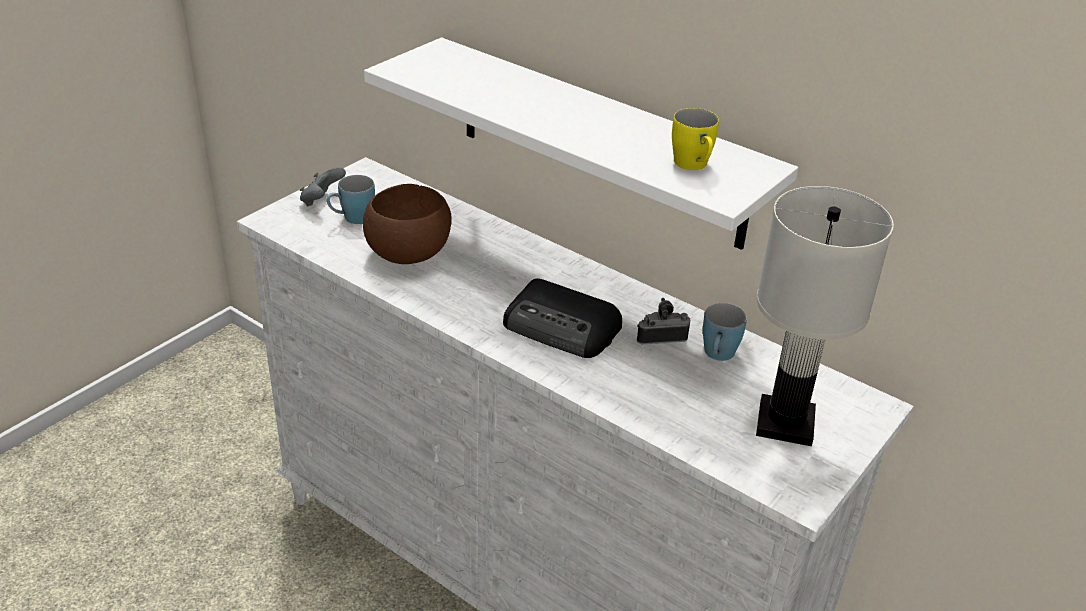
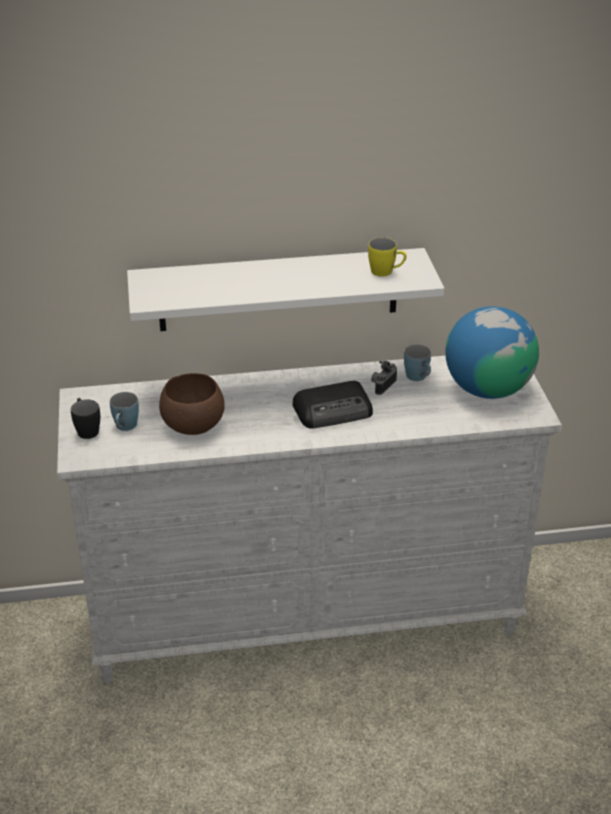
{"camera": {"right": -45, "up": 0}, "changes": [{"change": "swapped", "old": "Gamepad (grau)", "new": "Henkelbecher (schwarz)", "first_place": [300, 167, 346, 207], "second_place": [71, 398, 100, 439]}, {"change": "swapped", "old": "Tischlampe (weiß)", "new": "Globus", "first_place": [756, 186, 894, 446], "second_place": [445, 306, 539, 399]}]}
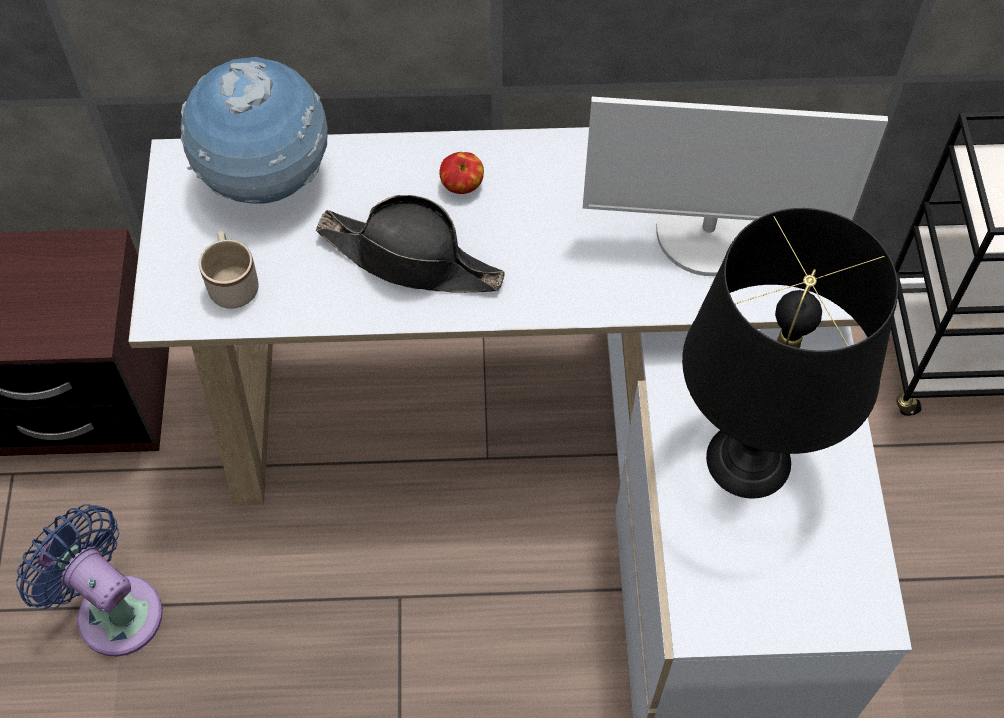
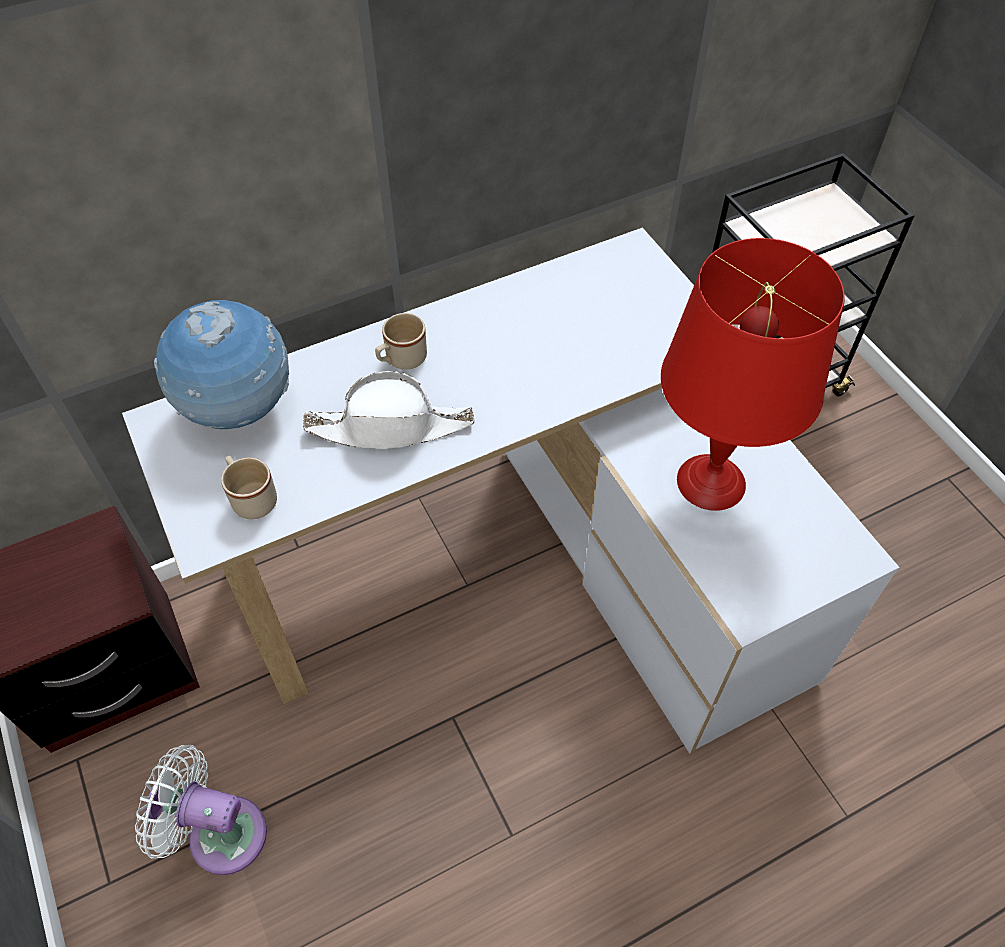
{"camera": {"right": -25, "up": -5}, "changes": [{"change": "repainted", "old": "Ventilator (blau)", "new": "Ventilator (weiß)", "first_place": [16, 504, 163, 657], "second_place": [135, 745, 267, 875]}, {"change": "repainted", "old": "Hut (schwarz)", "new": "Hut (weiß)", "first_place": [316, 195, 505, 293], "second_place": [303, 371, 474, 449]}, {"change": "swapped", "old": "Apfel", "new": "Henkelbecher (beige)", "first_place": [440, 152, 484, 194], "second_place": [375, 313, 427, 370]}, {"change": "gone", "old": "Monitor", "first_place": [583, 97, 888, 276]}, {"change": "repainted", "old": "Tischlampe (schwarz)", "new": "Tischlampe (rot)", "first_place": [682, 208, 898, 498], "second_place": [661, 238, 845, 511]}]}
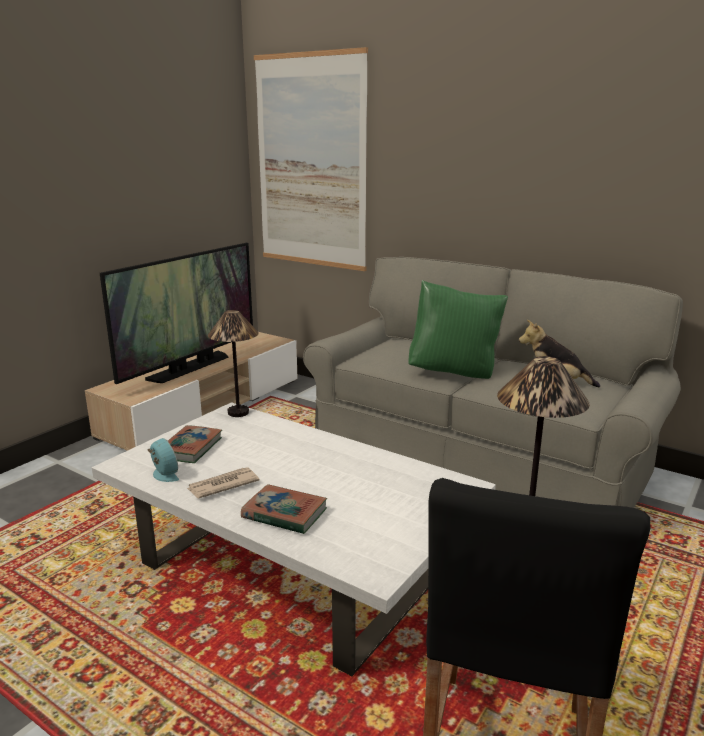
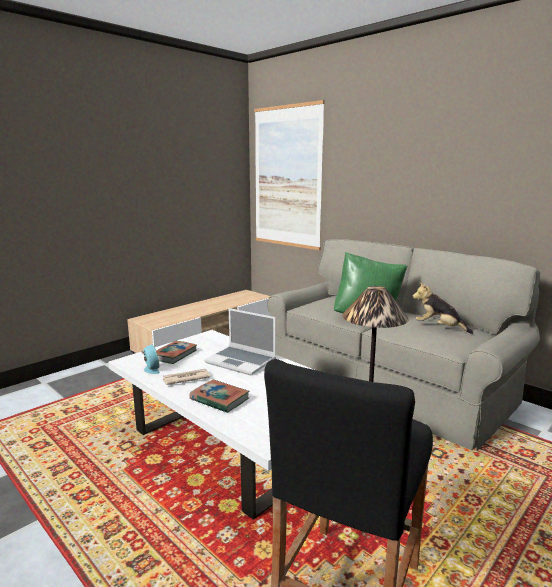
{"camera": {"right": 10, "up": -5}, "changes": [{"change": "gone", "old": "Fernseher", "first_place": [100, 243, 253, 384]}, {"change": "gone", "old": "Tischlampe", "first_place": [208, 310, 259, 417]}, {"change": "new", "new": "Laptop", "second_place": [204, 308, 276, 375]}]}
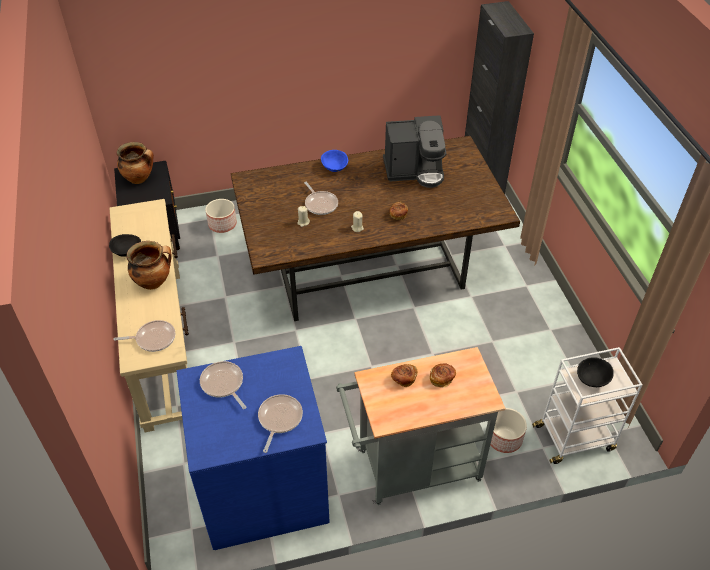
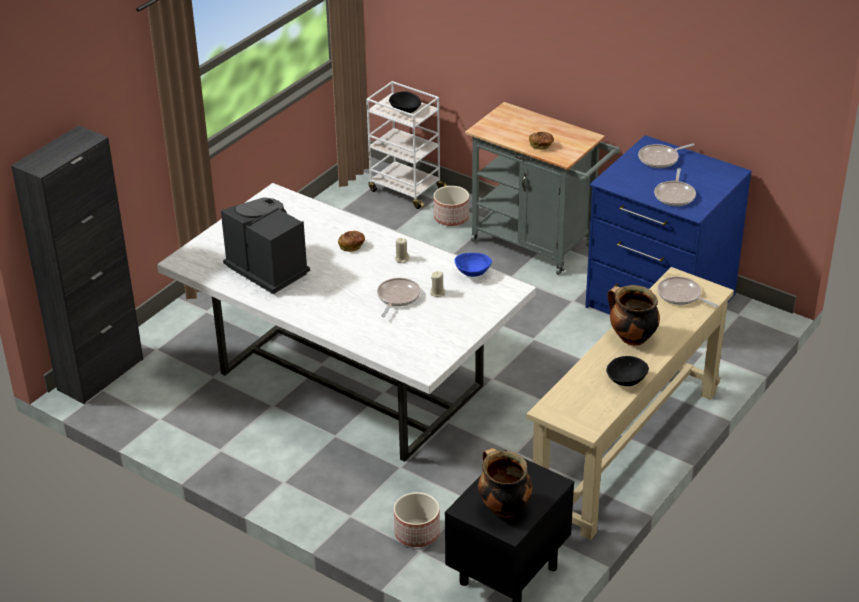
{"camera": {"right": -130, "up": -10}, "changes": [{"change": "repainted", "old": "Esstisch (braun)", "new": "Esstisch (weiß)", "first_place": [231, 136, 520, 321], "second_place": [157, 183, 536, 462]}, {"change": "shifted", "old": "Schüssel (blau)", "first_place": [321, 150, 348, 172], "second_place": [454, 253, 492, 277]}, {"change": "gone", "old": "Brot", "first_place": [430, 363, 456, 388]}]}
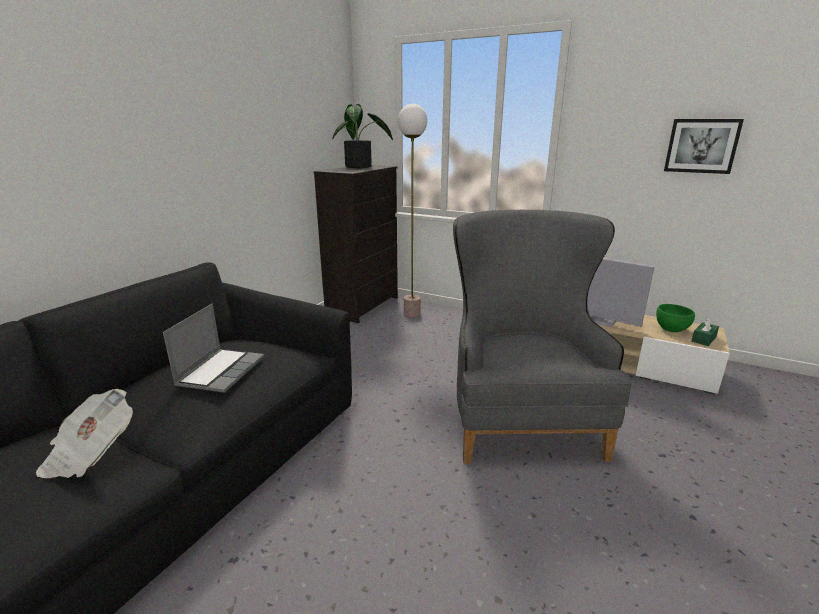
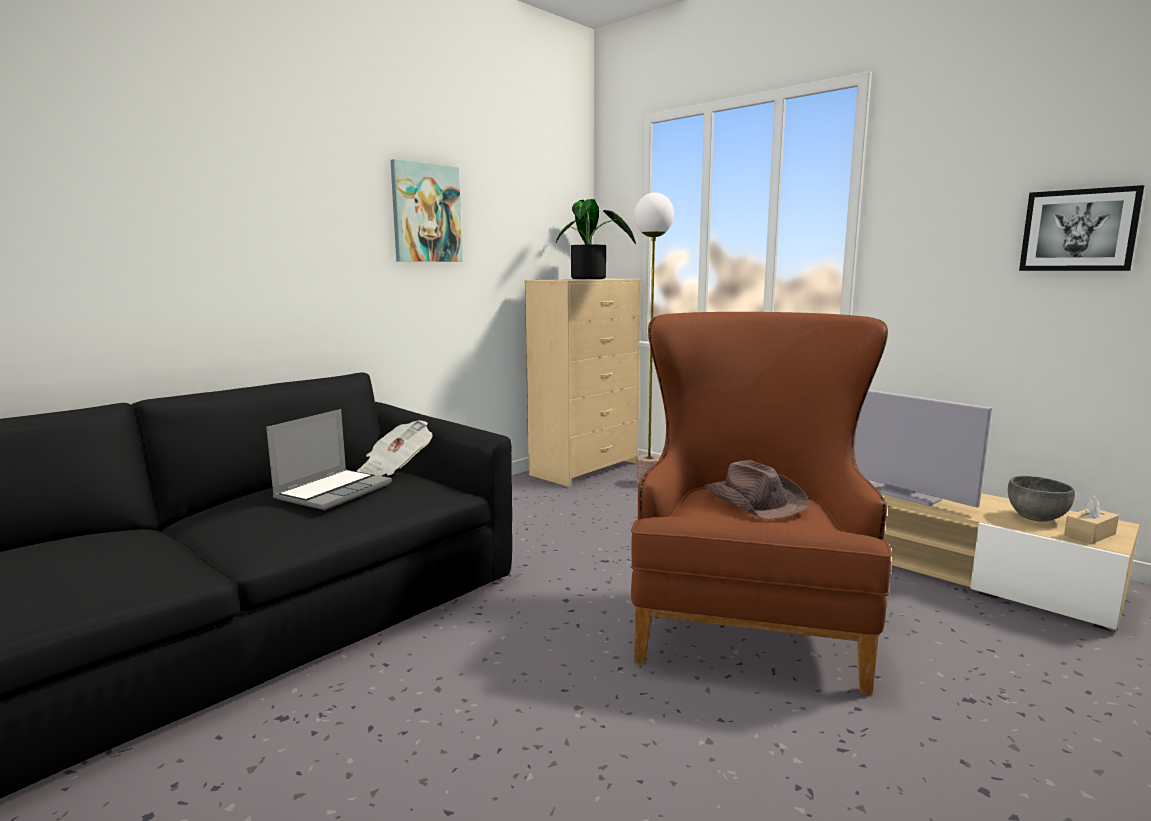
{"camera": {"right": 15, "up": -10}, "changes": [{"change": "shifted", "old": "Zeitung", "first_place": [36, 389, 133, 478], "second_place": [357, 420, 433, 476]}, {"change": "repainted", "old": "Kommode (schwarz)", "new": "Kommode (beige)", "first_place": [314, 165, 398, 323], "second_place": [524, 279, 642, 487]}, {"change": "repainted", "old": "Sessel (grau)", "new": "Sessel (braun)", "first_place": [453, 210, 632, 464], "second_place": [631, 312, 892, 695]}, {"change": "repainted", "old": "Schüssel (grün)", "new": "Schüssel (grau)", "first_place": [656, 304, 695, 332], "second_place": [1008, 476, 1075, 521]}, {"change": "repainted", "old": "Taschentuchbox (grün)", "new": "Taschentuchbox (beige)", "first_place": [692, 317, 719, 346], "second_place": [1064, 496, 1119, 544]}, {"change": "new", "new": "Bild", "second_place": [390, 159, 463, 262]}, {"change": "new", "new": "Hut (braun)", "second_place": [704, 460, 809, 520]}]}
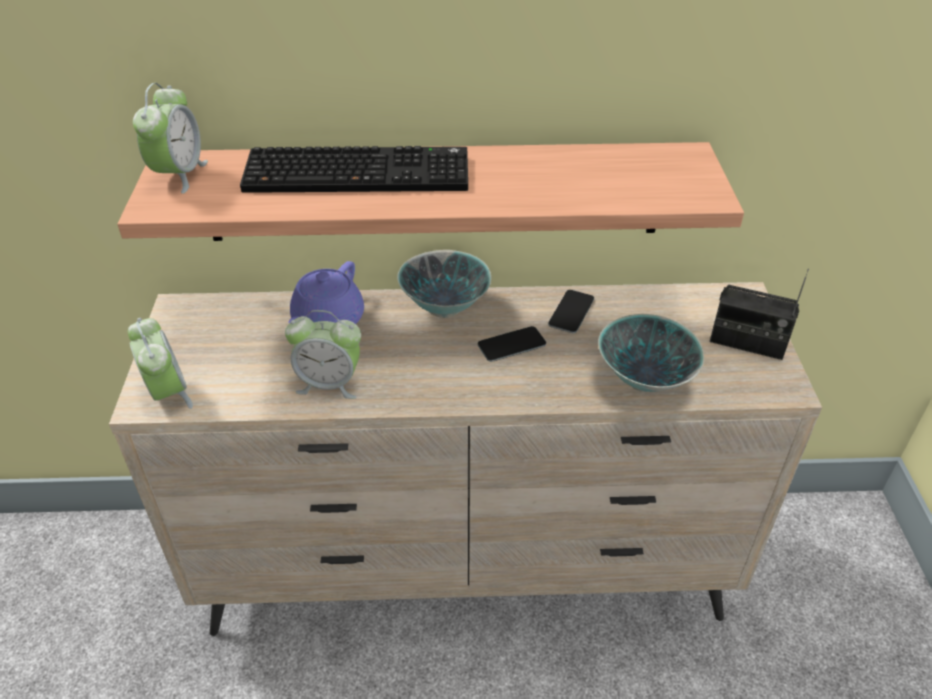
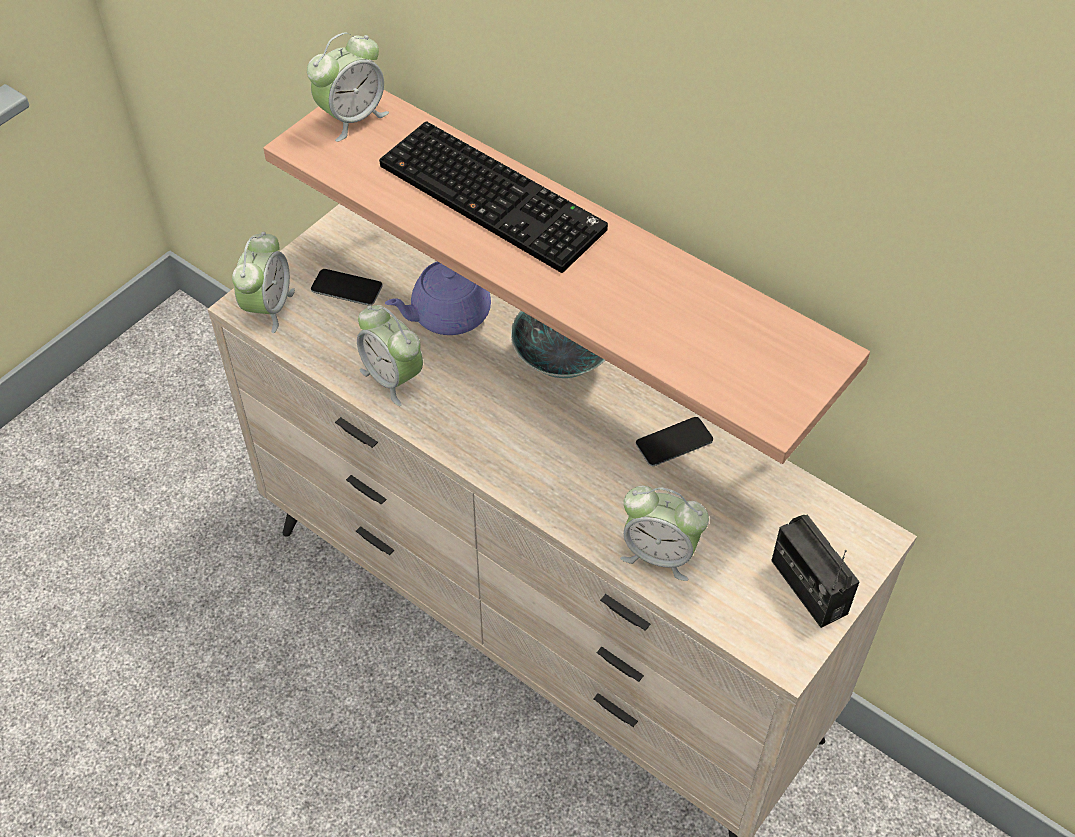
{"camera": {"right": 40, "up": 10}, "changes": [{"change": "shifted", "old": "Handy", "first_place": [478, 326, 546, 362], "second_place": [311, 269, 383, 306]}, {"change": "swapped", "old": "Schüssel", "new": "Wecker", "first_place": [598, 314, 704, 392], "second_place": [620, 486, 709, 581]}]}
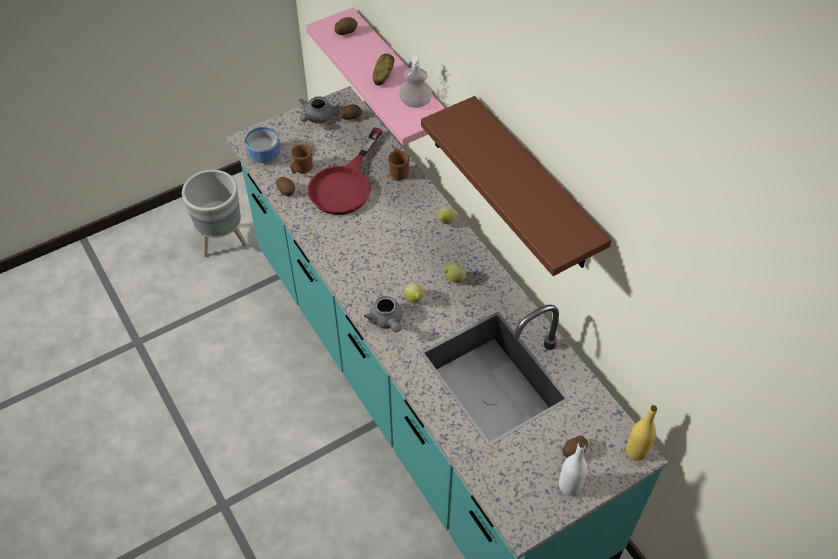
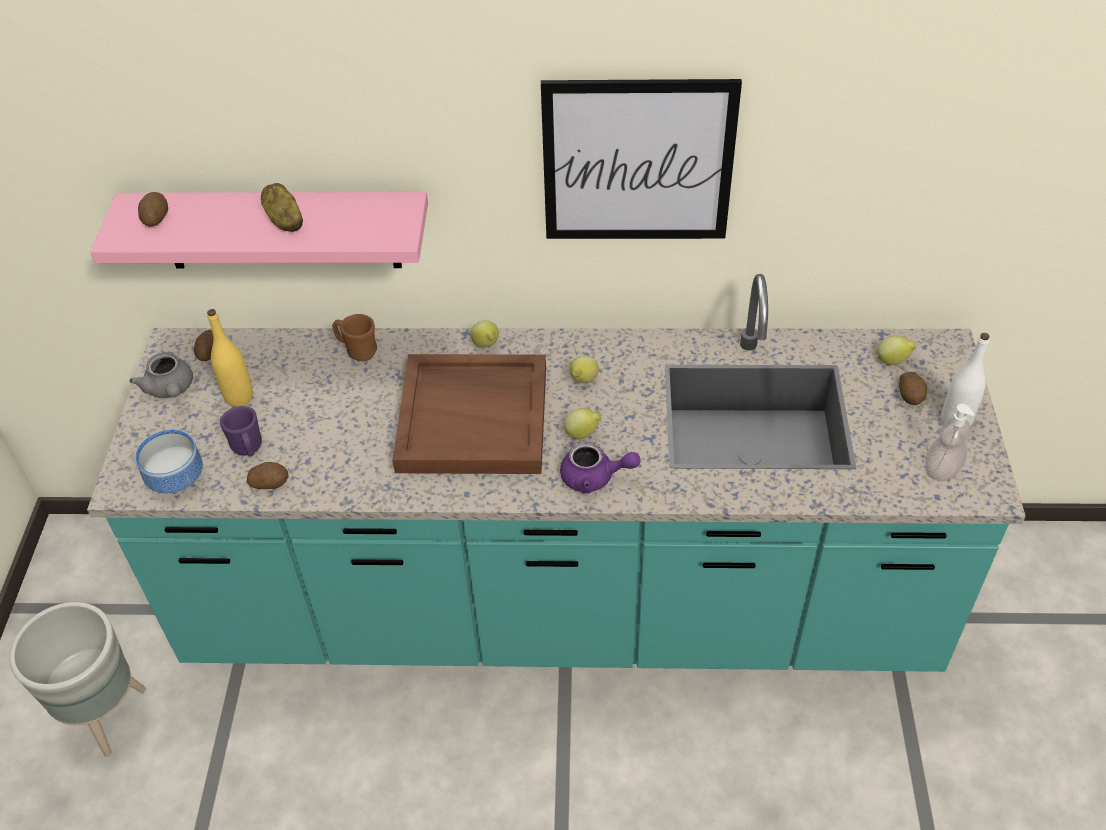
{"camera": {"right": -55, "up": -5}, "changes": [{"change": "repainted", "old": "Henkelbecher (braun)", "new": "Henkelbecher (lila)", "first_place": [290, 144, 313, 174], "second_place": [220, 406, 262, 457]}, {"change": "gone", "old": "Pfanne (rot)", "first_place": [308, 127, 383, 215]}, {"change": "repainted", "old": "Teekanne (grau)", "new": "Teekanne (lila)", "first_place": [364, 296, 403, 332], "second_place": [560, 442, 641, 493]}, {"change": "shifted", "old": "Seifenspender", "first_place": [399, 56, 432, 108], "second_place": [925, 404, 974, 482]}, {"change": "swapped", "old": "Wandregal (braun)", "new": "Bild", "first_place": [421, 96, 612, 276], "second_place": [541, 79, 742, 239]}, {"change": "shifted", "old": "Flasche (gelb)", "first_place": [626, 405, 657, 461], "second_place": [207, 309, 253, 407]}, {"change": "new", "new": "Tablett (braun)", "second_place": [392, 354, 546, 474]}, {"change": "new", "new": "Zitrone", "second_place": [877, 336, 916, 365]}]}
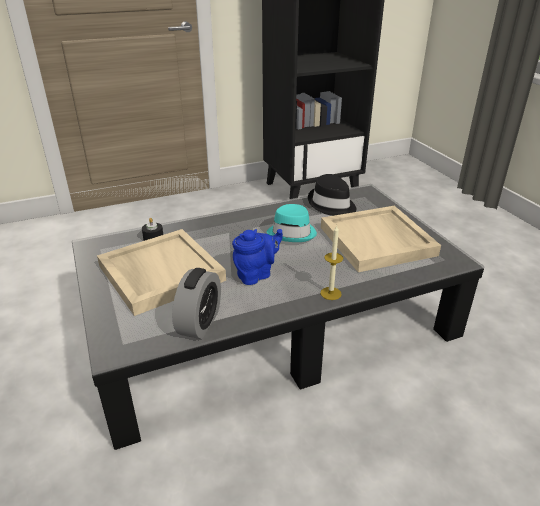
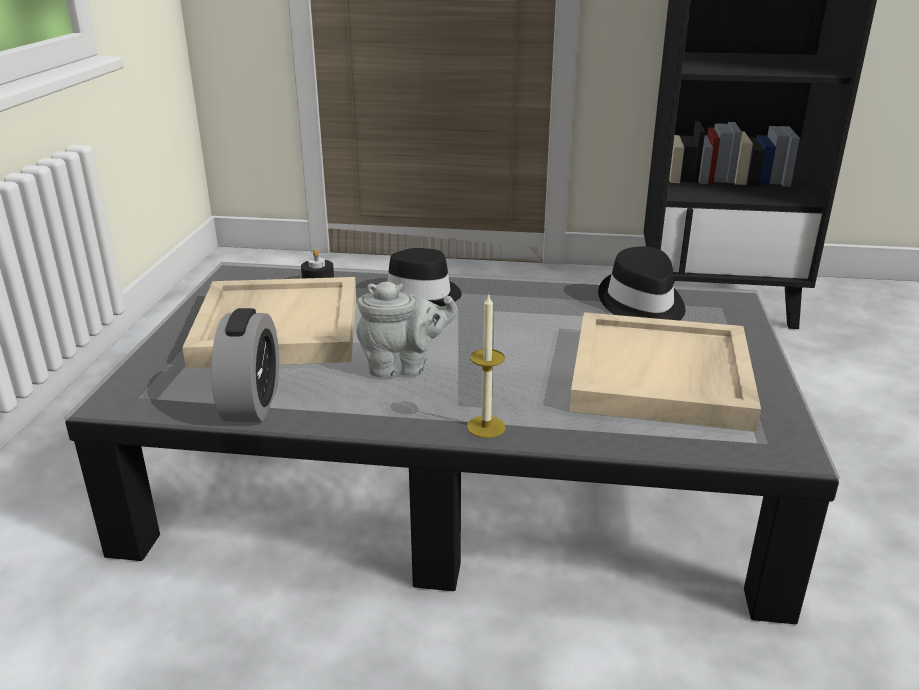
{"camera": {"right": 30, "up": -5}, "changes": [{"change": "rotated", "old": "Wecker", "first_place": [172, 268, 221, 339], "second_place": [211, 308, 279, 422], "degrees": -45}, {"change": "repainted", "old": "Teekanne (blau)", "new": "Teekanne (grau)", "first_place": [232, 229, 283, 285], "second_place": [356, 282, 458, 378]}, {"change": "gone", "old": "Hut (türkis)", "first_place": [266, 204, 317, 242]}, {"change": "new", "new": "Hut (schwarz)", "second_place": [388, 248, 462, 307]}]}
